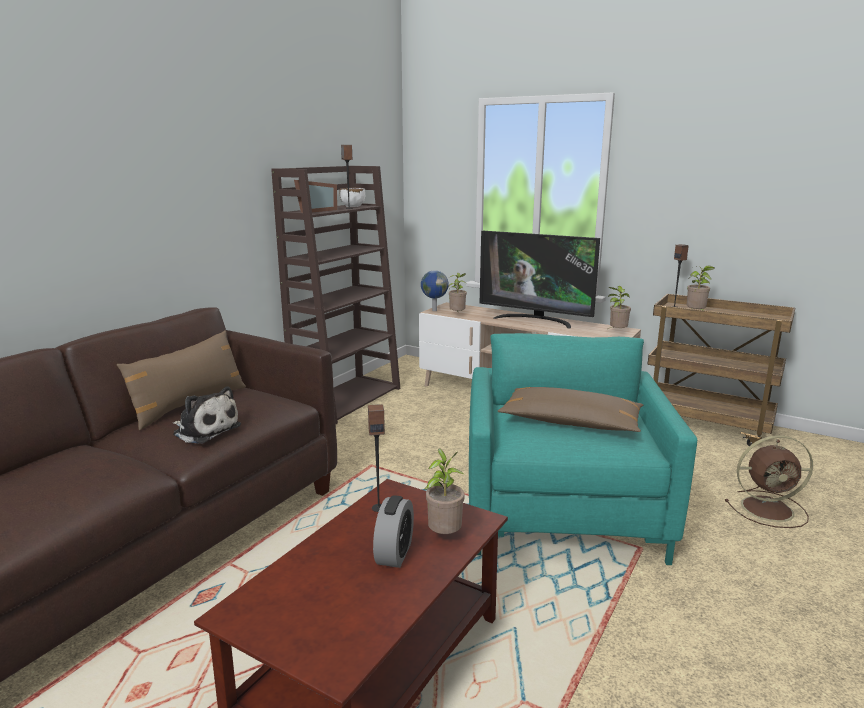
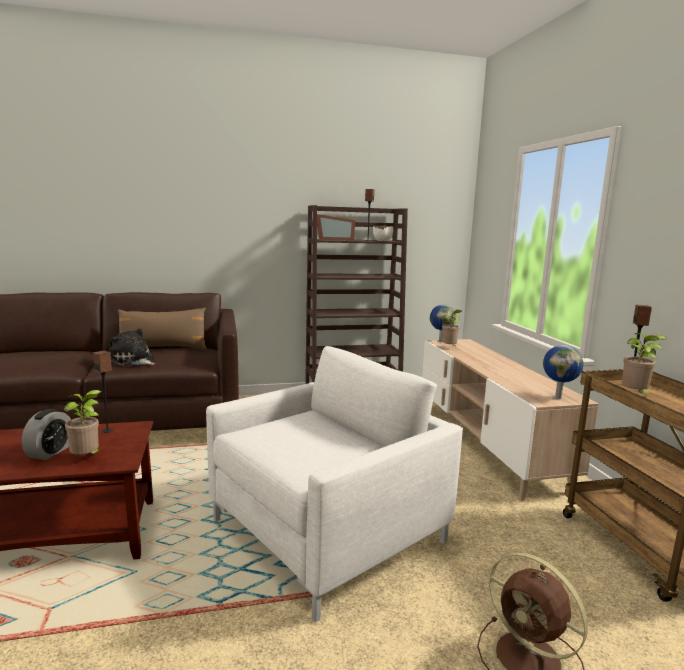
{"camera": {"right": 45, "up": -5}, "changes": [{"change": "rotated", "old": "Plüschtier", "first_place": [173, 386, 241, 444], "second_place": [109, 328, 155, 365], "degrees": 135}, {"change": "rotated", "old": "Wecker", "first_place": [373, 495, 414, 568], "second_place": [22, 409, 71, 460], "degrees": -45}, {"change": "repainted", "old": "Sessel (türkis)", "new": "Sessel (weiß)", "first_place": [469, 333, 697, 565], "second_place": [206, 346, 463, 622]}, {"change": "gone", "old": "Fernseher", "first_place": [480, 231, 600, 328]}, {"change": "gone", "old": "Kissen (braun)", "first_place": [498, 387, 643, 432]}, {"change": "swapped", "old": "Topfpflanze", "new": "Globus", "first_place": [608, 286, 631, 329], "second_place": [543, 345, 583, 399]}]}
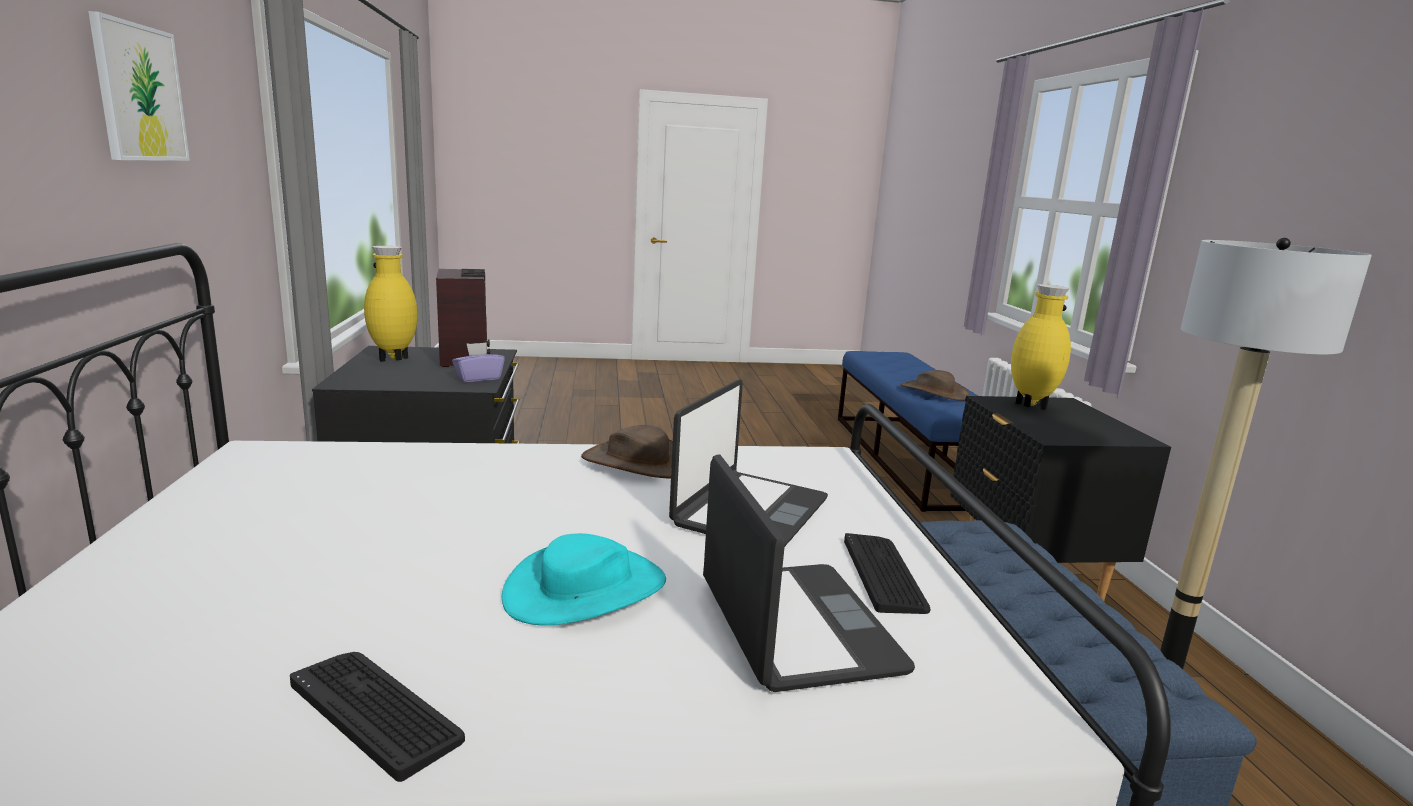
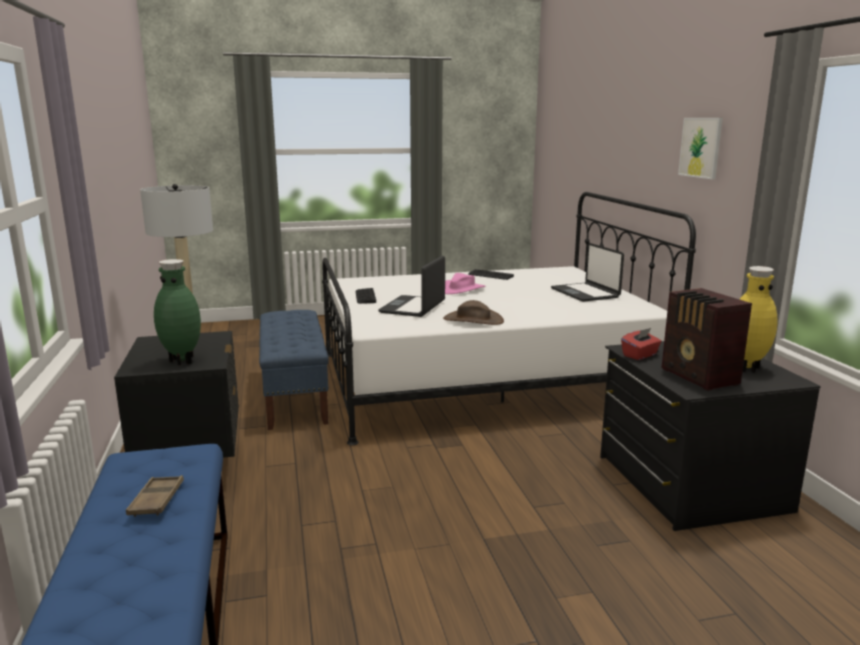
{"camera": {"right": 175, "up": 0}, "changes": [{"change": "repainted", "old": "Taschentuchbox (lila)", "new": "Taschentuchbox (rot)", "first_place": [452, 342, 505, 382], "second_place": [621, 328, 661, 360]}, {"change": "repainted", "old": "Hut (türkis)", "new": "Hut (rosa)", "first_place": [502, 533, 666, 625], "second_place": [445, 273, 485, 294]}, {"change": "shifted", "old": "Laptop", "first_place": [703, 454, 915, 692], "second_place": [551, 243, 624, 302]}, {"change": "swapped", "old": "Hut (braun)", "new": "Tablett (braun)", "first_place": [900, 370, 970, 401], "second_place": [126, 475, 184, 517]}, {"change": "repainted", "old": "Vase (gelb)", "new": "Vase (grün)", "first_place": [1011, 284, 1071, 410], "second_place": [154, 259, 201, 366]}]}
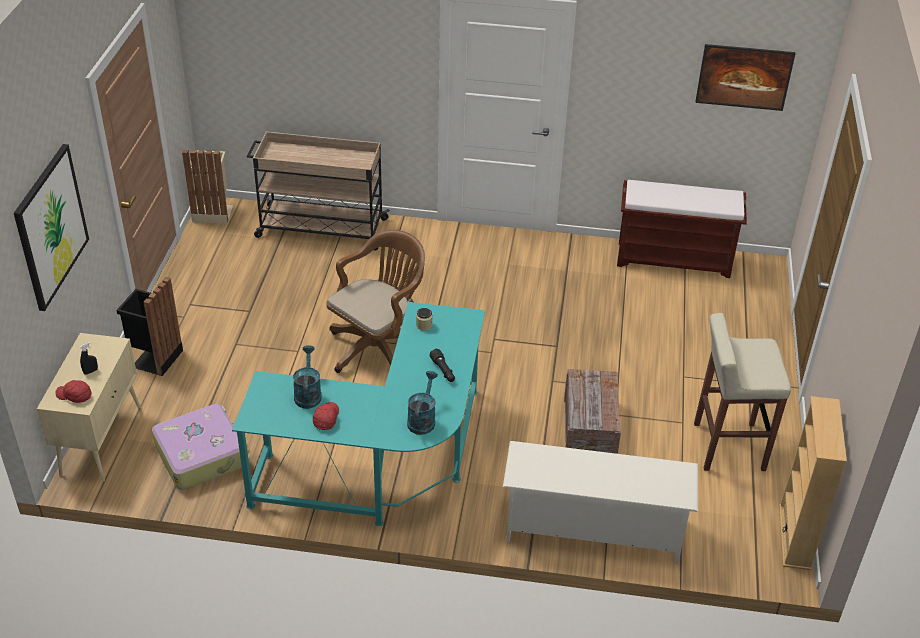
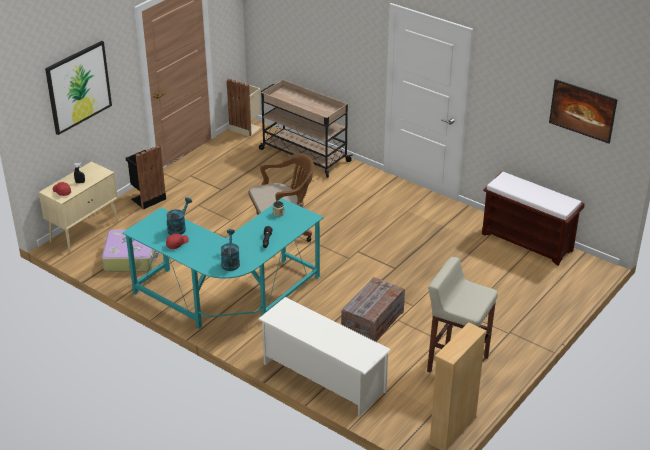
{"camera": {"right": 30, "up": -5}, "changes": [{"change": "rotated", "old": "Gießkanne (türkis)", "first_place": [407, 371, 438, 435], "second_place": [221, 229, 240, 271], "degrees": -45}]}
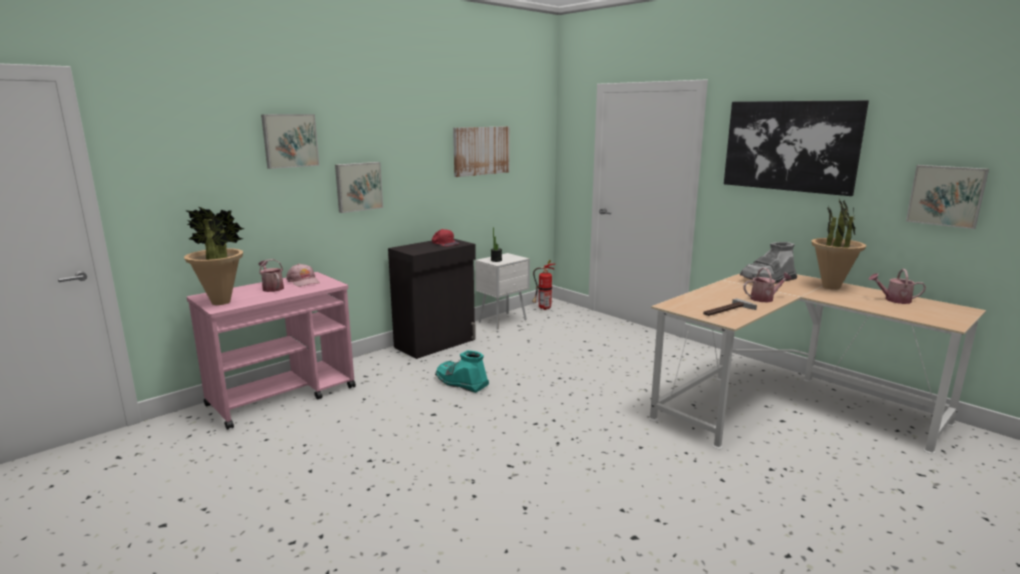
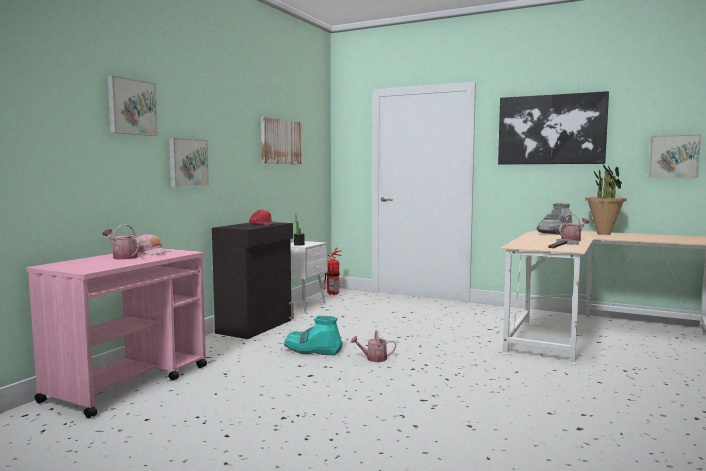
{"camera": {"right": -20, "up": -10}, "changes": [{"change": "gone", "old": "Topfpflanze", "first_place": [184, 206, 244, 305]}, {"change": "shifted", "old": "Gießkanne", "first_place": [869, 269, 926, 304], "second_place": [350, 330, 396, 362]}]}
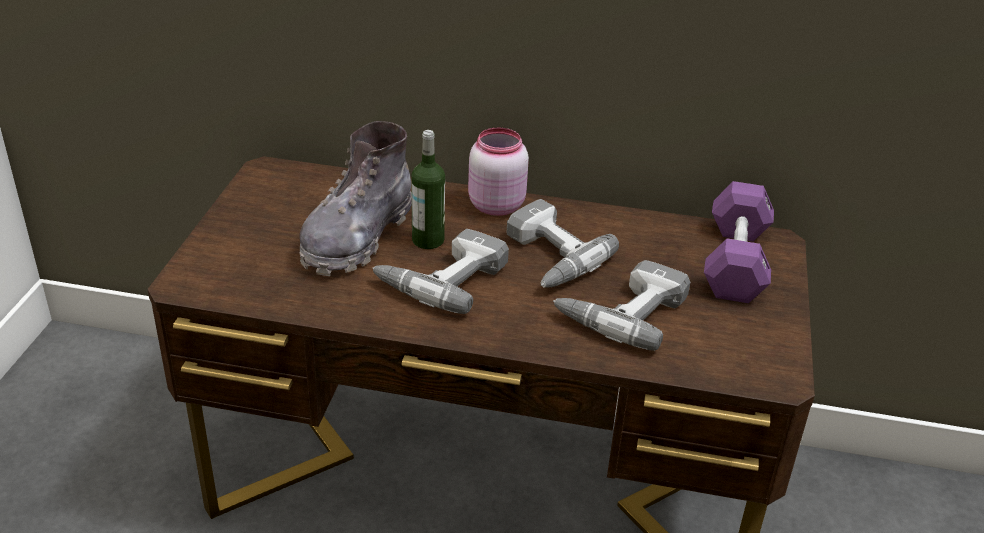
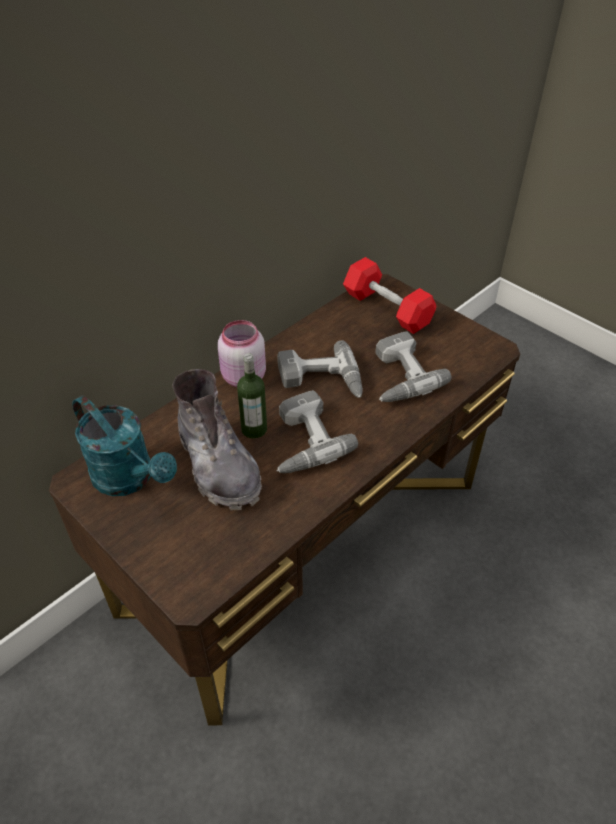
{"camera": {"right": -55, "up": 10}, "changes": [{"change": "repainted", "old": "Hantel (lila)", "new": "Hantel (rot)", "first_place": [704, 181, 774, 303], "second_place": [343, 257, 436, 334]}, {"change": "new", "new": "Gießkanne (türkis)", "second_place": [72, 396, 177, 496]}]}
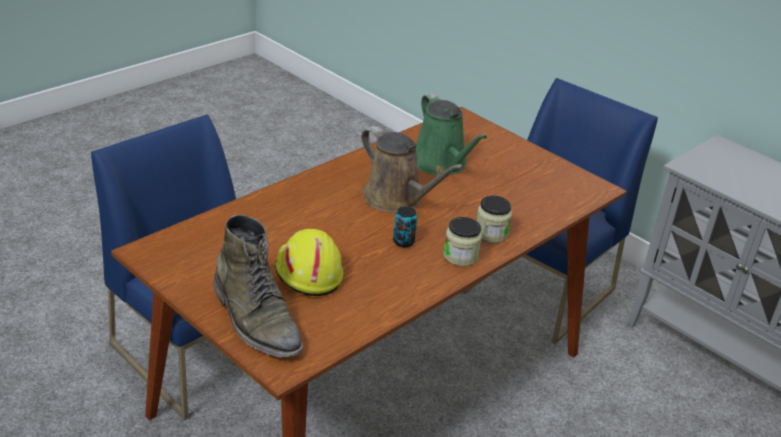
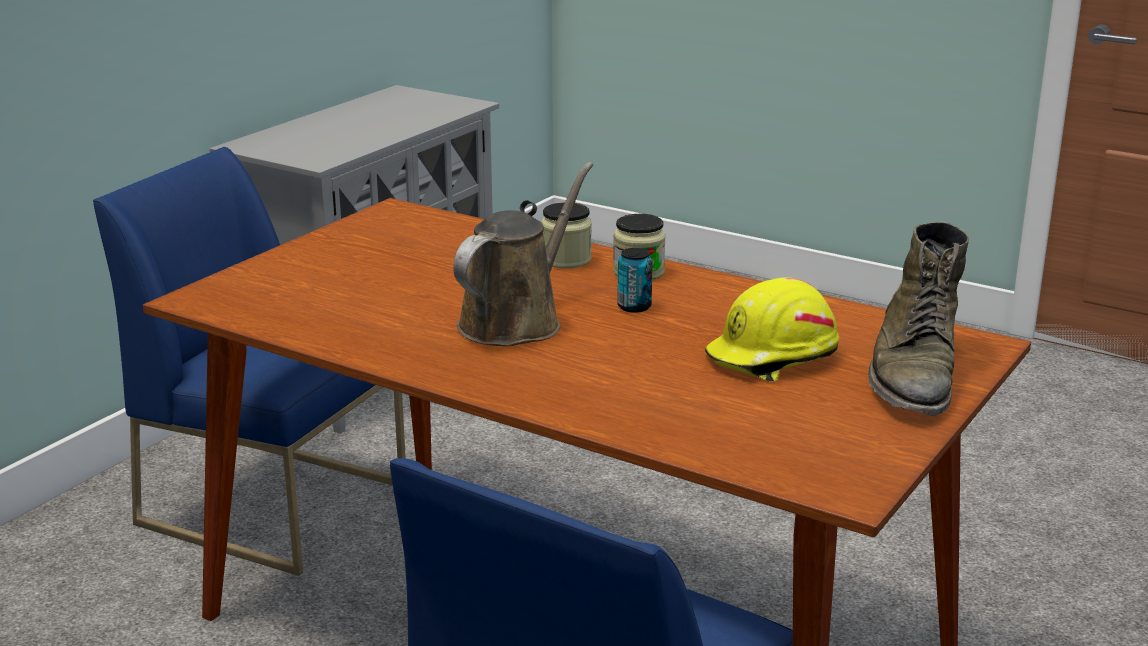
{"camera": {"right": -100, "up": -10}, "changes": [{"change": "rotated", "old": "Stiefel (grün)", "first_place": [213, 215, 303, 358], "second_place": [868, 222, 969, 416], "degrees": 150}, {"change": "gone", "old": "Gießkanne (grün)", "first_place": [416, 93, 487, 175]}]}
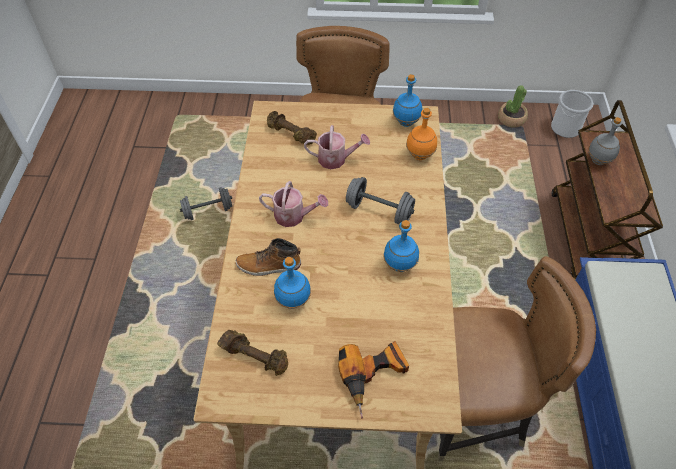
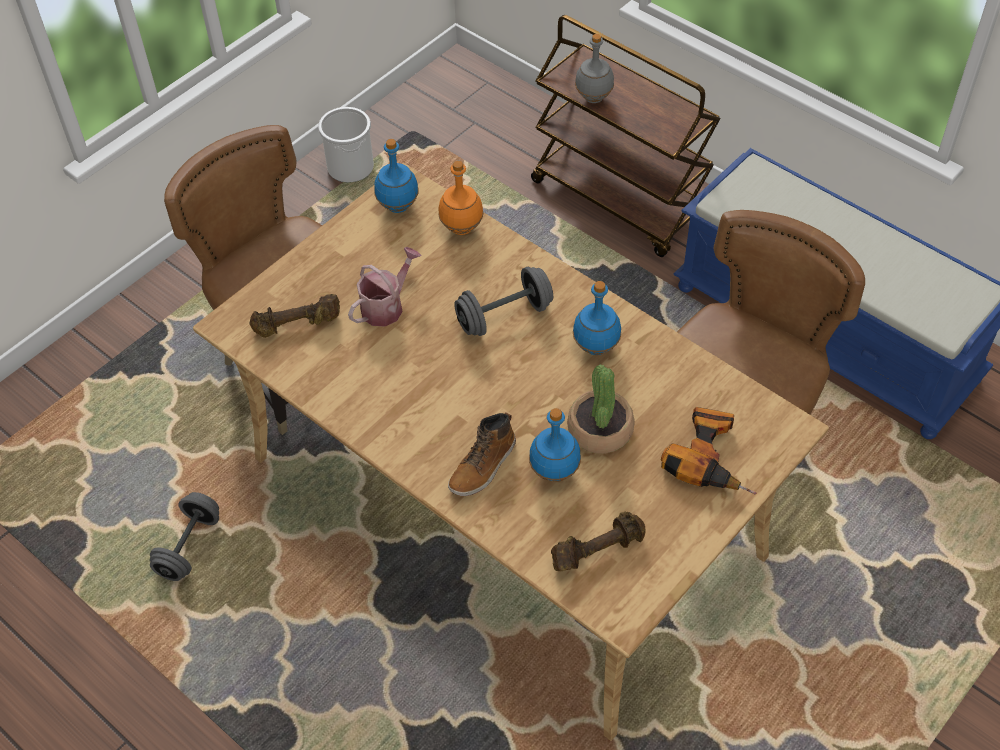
{"camera": {"right": -50, "up": 0}, "changes": [{"change": "gone", "old": "Gießkanne", "first_place": [259, 181, 328, 227]}, {"change": "shifted", "old": "Topfpflanze", "first_place": [498, 85, 528, 128], "second_place": [567, 364, 635, 454]}, {"change": "shifted", "old": "Eimer", "first_place": [551, 90, 593, 138], "second_place": [318, 107, 374, 182]}]}
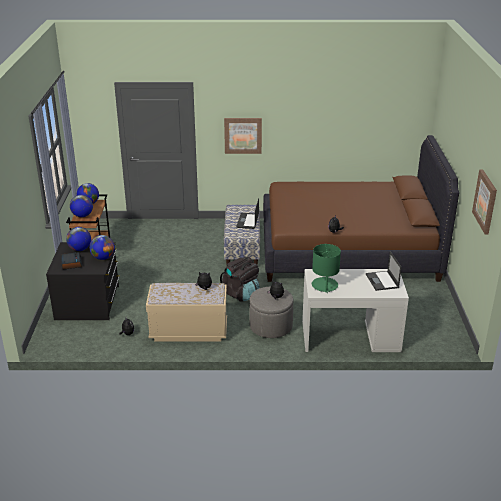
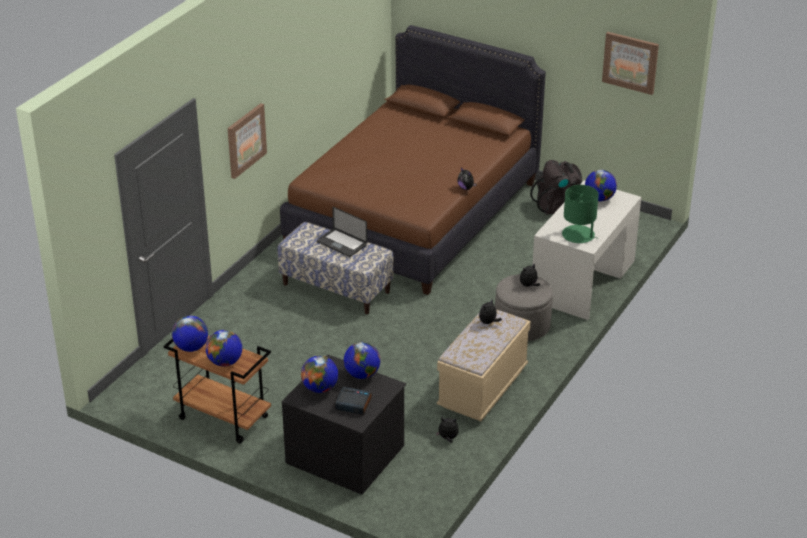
{"camera": {"right": -60, "up": 5}, "changes": [{"change": "shifted", "old": "Rucksack (schwarz)", "first_place": [220, 257, 260, 302], "second_place": [530, 160, 582, 215]}, {"change": "swapped", "old": "Laptop", "new": "Globus", "first_place": [366, 251, 402, 291], "second_place": [585, 170, 617, 201]}]}
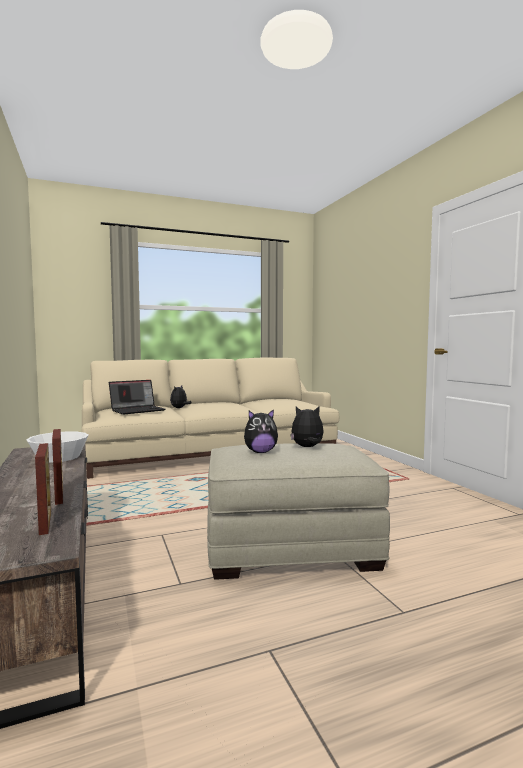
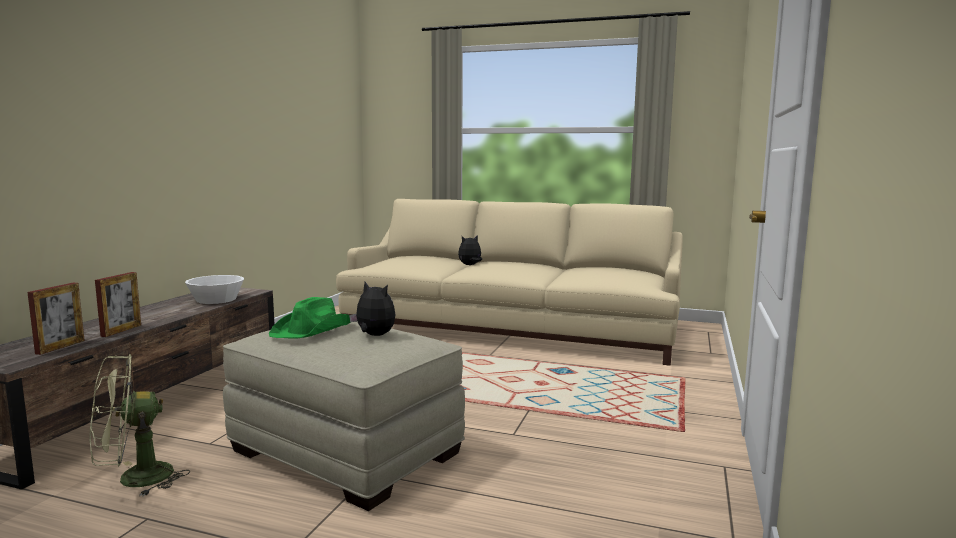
{"camera": {"right": 40, "up": 5}, "changes": [{"change": "gone", "old": "Laptop", "first_place": [109, 380, 165, 415]}, {"change": "swapped", "old": "Plüschtier", "new": "Hut (grün)", "first_place": [244, 409, 278, 453], "second_place": [269, 297, 351, 339]}, {"change": "new", "new": "Ventilator (grün)", "second_place": [89, 354, 190, 497]}]}
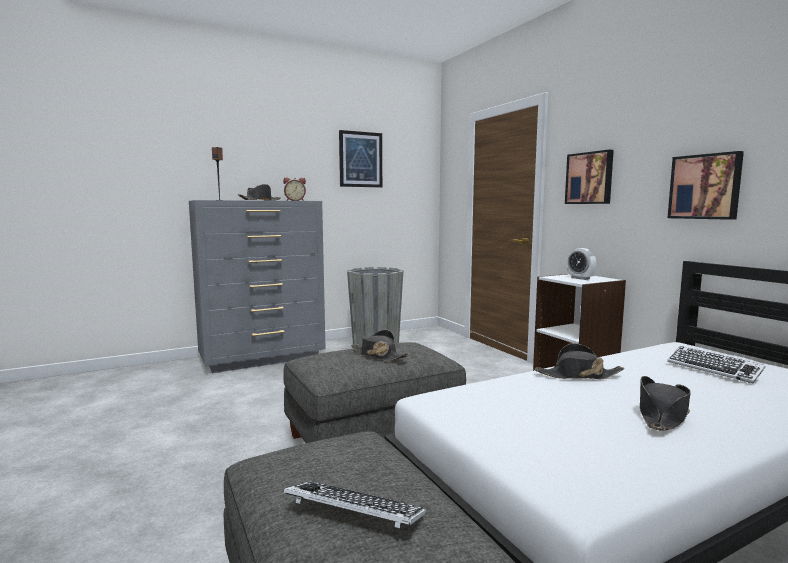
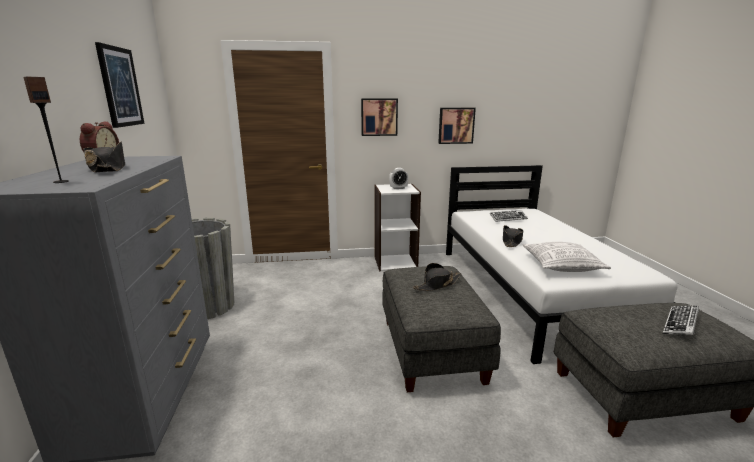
{"camera": {"right": -70, "up": 10}, "changes": [{"change": "gone", "old": "Hut (schwarz)", "first_place": [640, 376, 691, 430]}, {"change": "new", "new": "Kissen", "second_place": [522, 242, 611, 272]}]}
